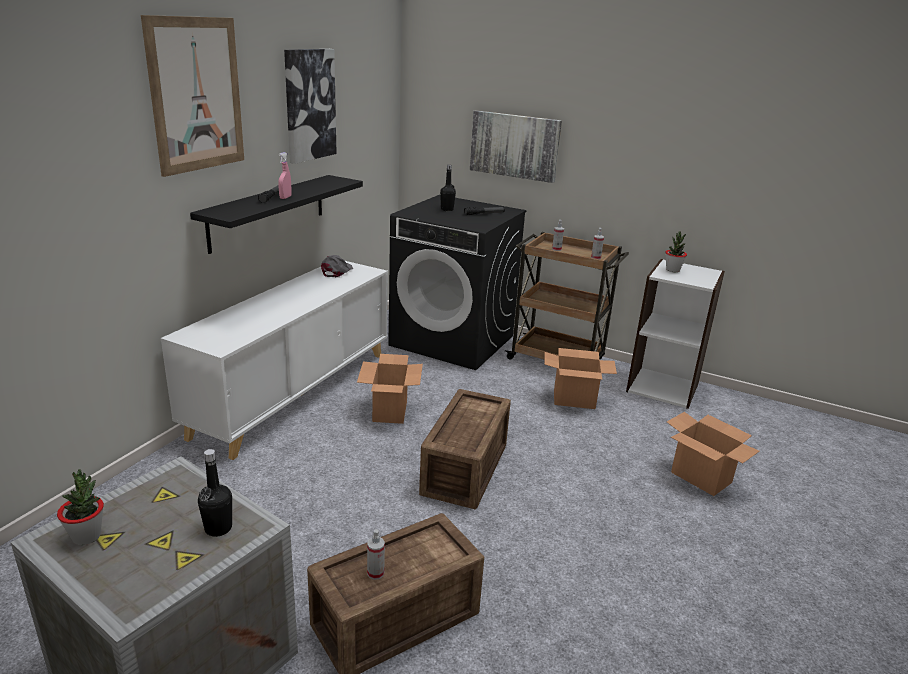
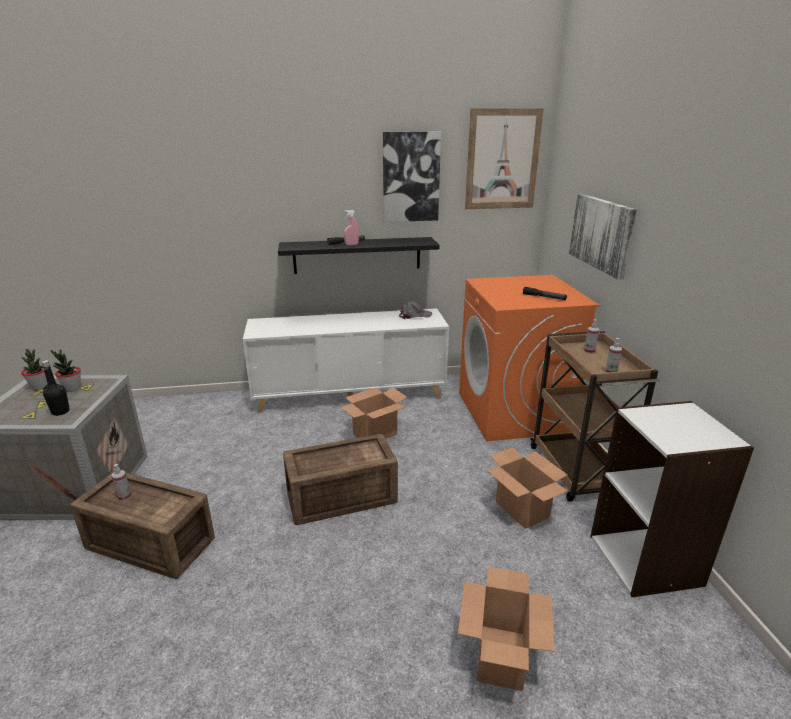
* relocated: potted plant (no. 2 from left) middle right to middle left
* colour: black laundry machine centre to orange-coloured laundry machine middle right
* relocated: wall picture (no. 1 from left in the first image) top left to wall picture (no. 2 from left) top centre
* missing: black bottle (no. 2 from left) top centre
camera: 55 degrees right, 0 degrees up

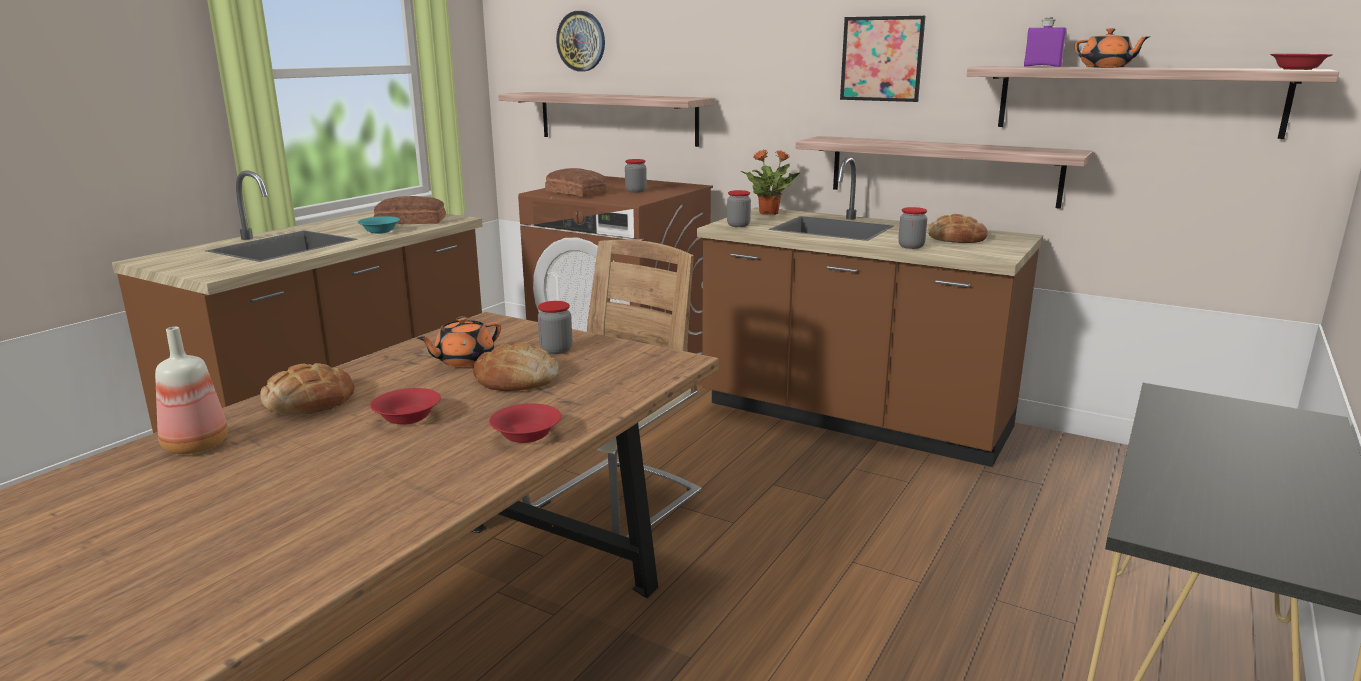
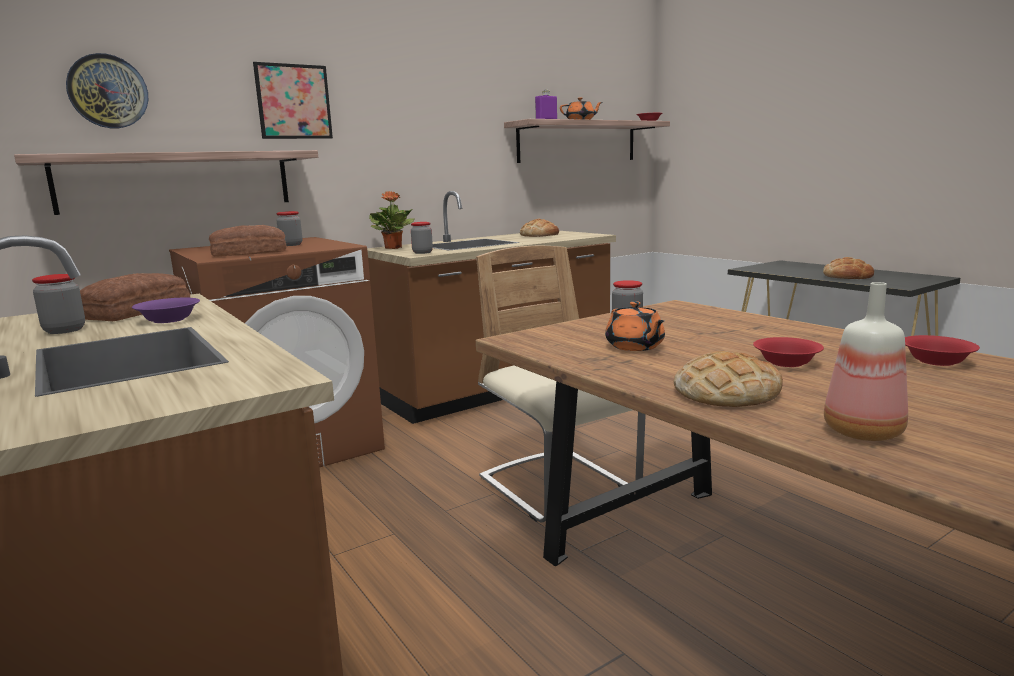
* relocated: jar (no. 4 from left in the first image) middle right to jar (no. 1 from left) middle left
* colour: turquoise bowl top left to purple bowl middle left
* relocated: wall picture top centre to top left
* relocated: bread (no. 3 from left in the first image) centre to bread (no. 5 from left) middle right
* relocated: red bowl (no. 2 from left in the first image) centre to red bowl (no. 3 from left) middle right
* missing: wall shelf (no. 2 from left) top right
camera: 65 degrees left, 5 degrees down

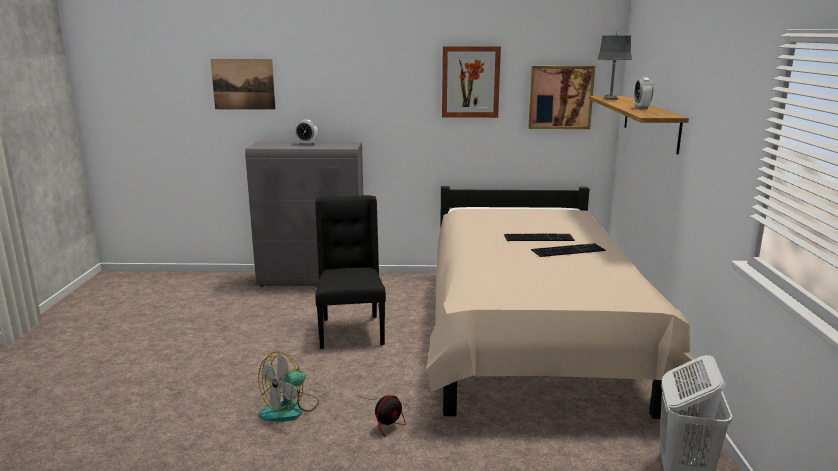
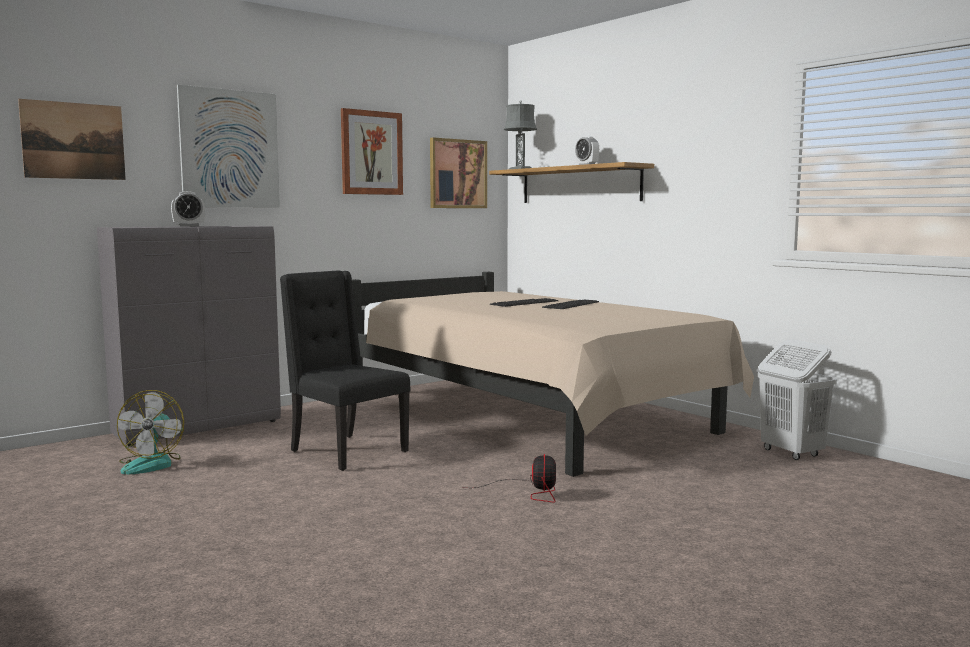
* relocated: cooling fan (no. 1 from left) bottom centre to bottom left
* appeared: wall picture (no. 2 from left) top left
camera: 40 degrees left, 10 degrees down

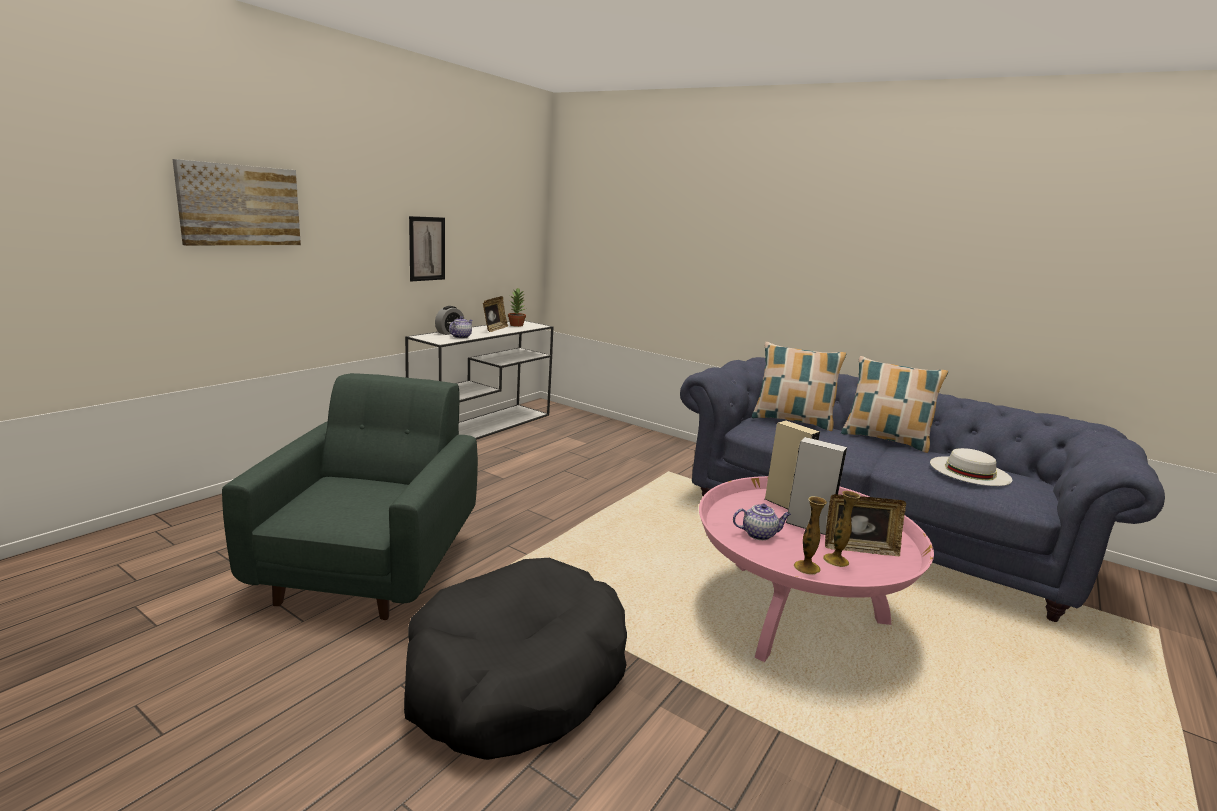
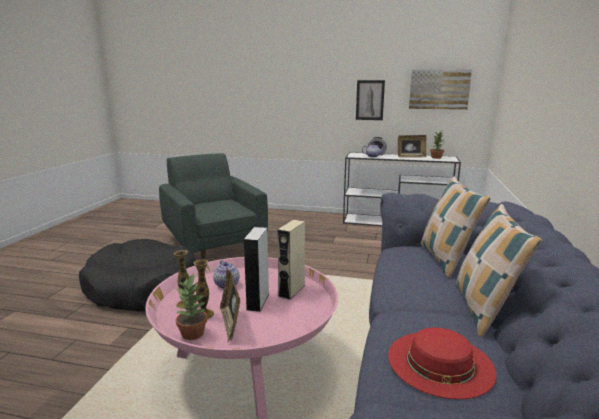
* spun: green lounge chair middle left = centre 105 degrees counterclockwise
* appeared: potted plant (no. 1 from left) bottom left
* colour: whitish clothing hat middle right to red clothing hat bottom right
* relocated: wall picture (no. 1 from left in the first image) top left to wall picture (no. 2 from left) top right
camera: 70 degrees right, 0 degrees up

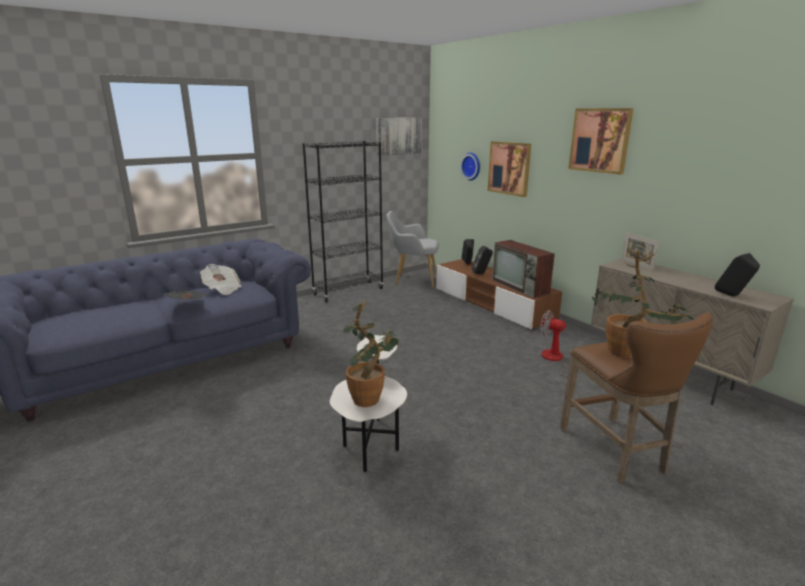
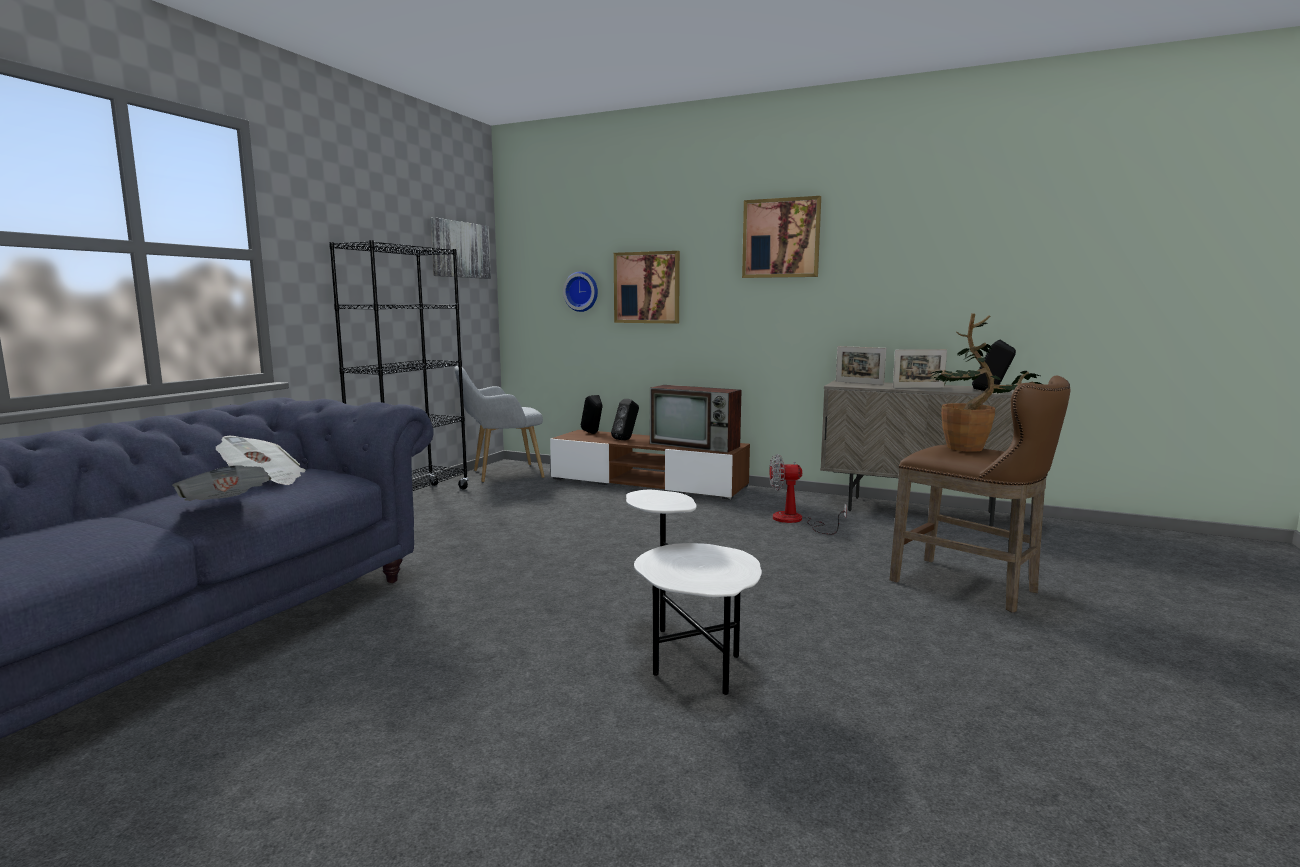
* appeared: picture frame (no. 2 from left) middle right
* missing: potted plant (no. 1 from left) centre
camera: 30 degrees left, 10 degrees down

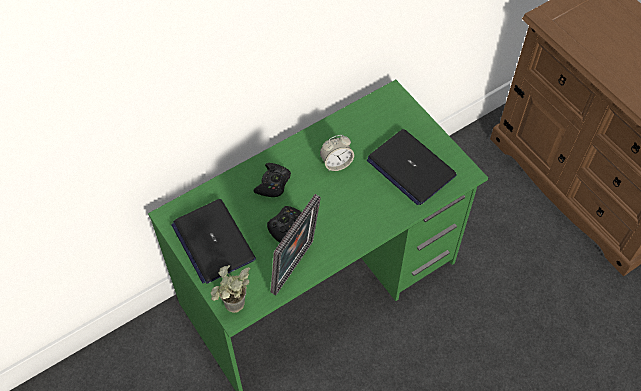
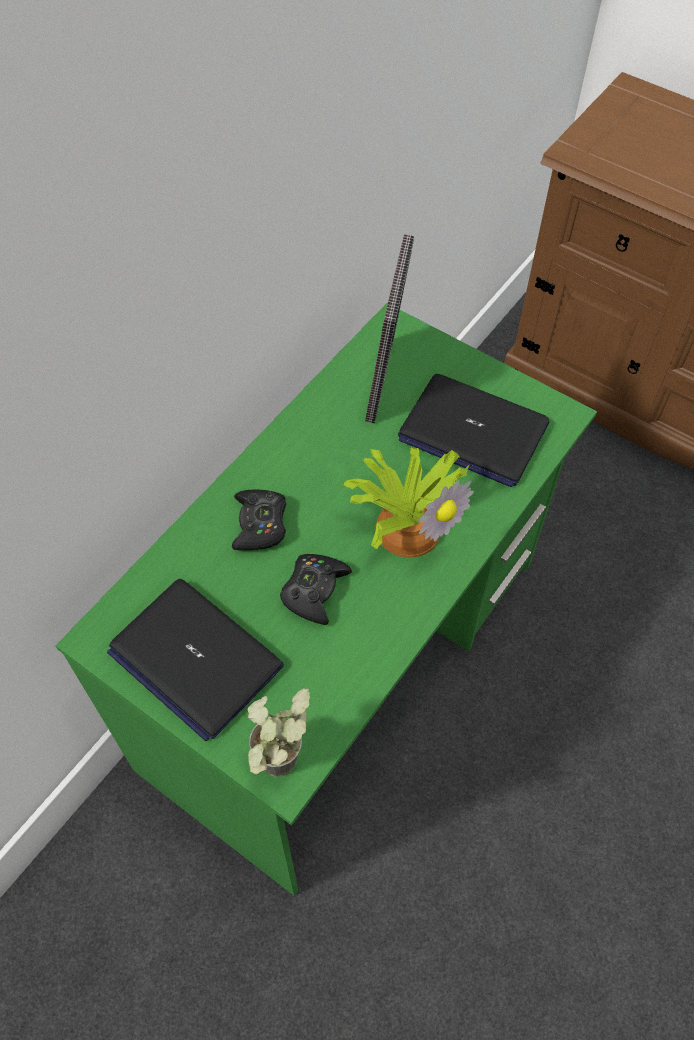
* appeared: potted plant (no. 2 from left) centre
* relocated: picture frame centre to top centre
* missing: bedside clock centre
camera: 20 degrees left, 0 degrees up

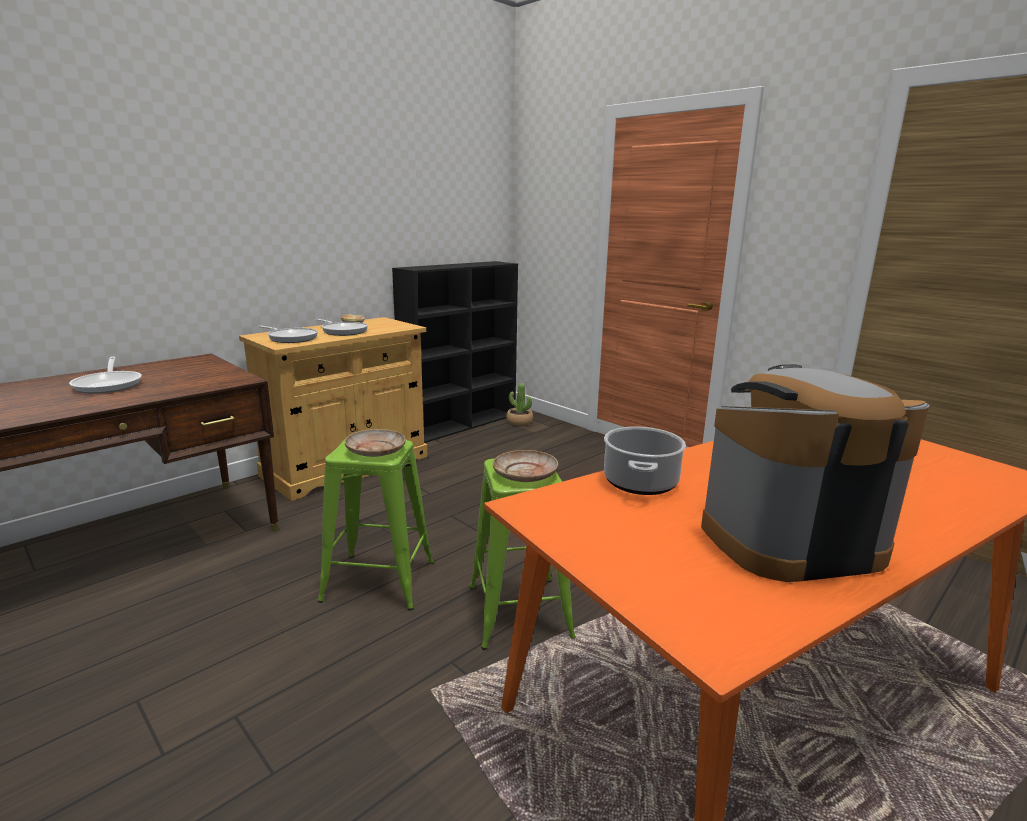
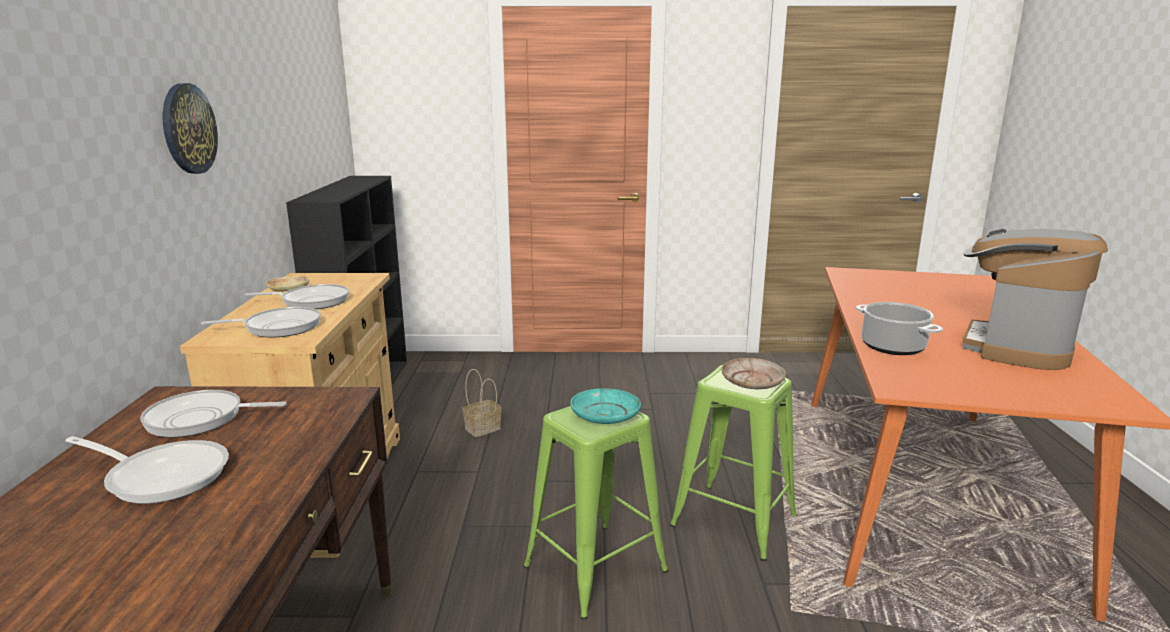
* appeared: pan (no. 2 from left) middle left
* appeared: wall clock top left
* appeared: storage basket centre
* colour: beige plate (no. 1 from left) centre to turquoise plate centre
* missing: potted plant centre
camera: 45 degrees left, 0 degrees up

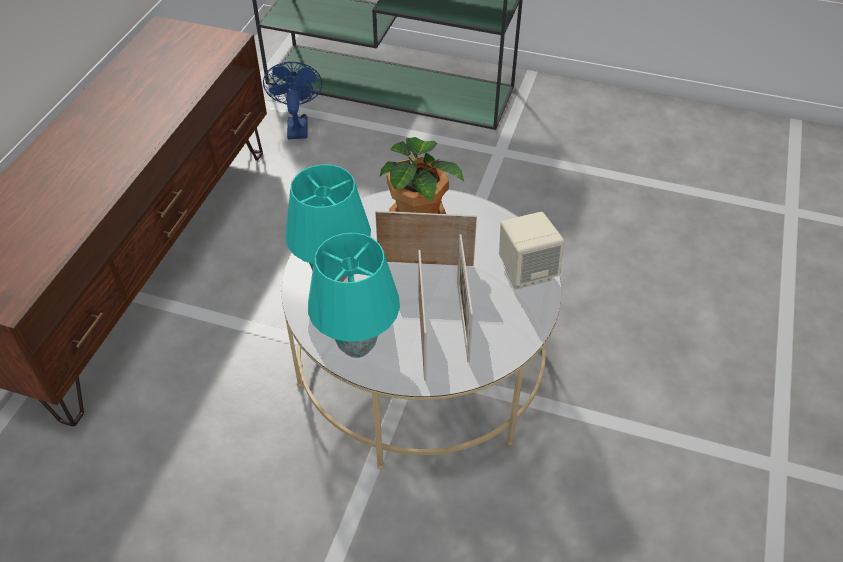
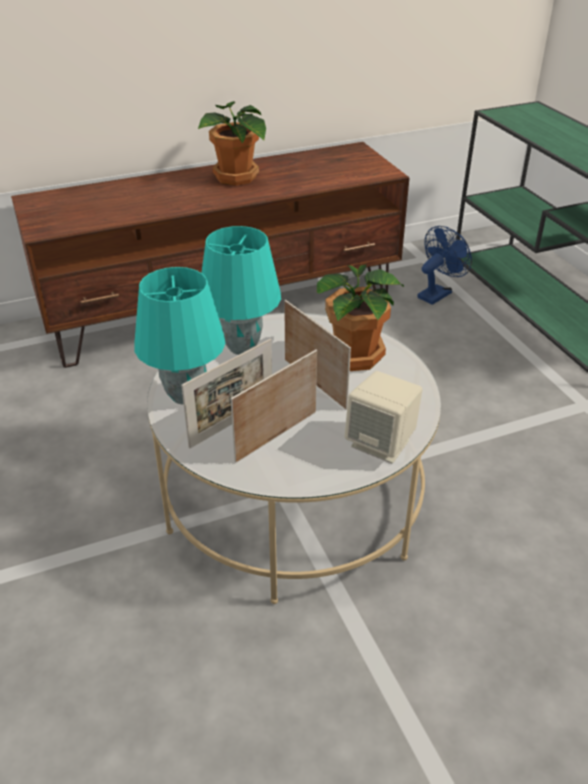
* appeared: potted plant (no. 1 from left) top centre
camera: 50 degrees right, 10 degrees down

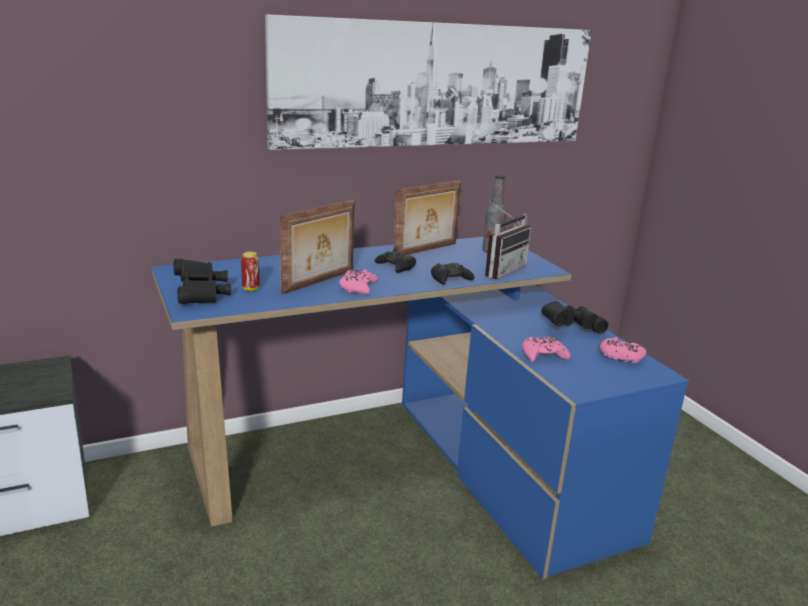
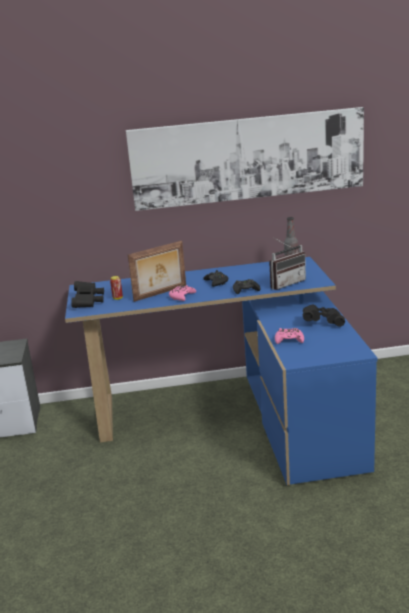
* missing: picture frame (no. 2 from left) centre
* missing: pink gamepad (no. 3 from left) middle right
camera: 20 degrees right, 0 degrees up

